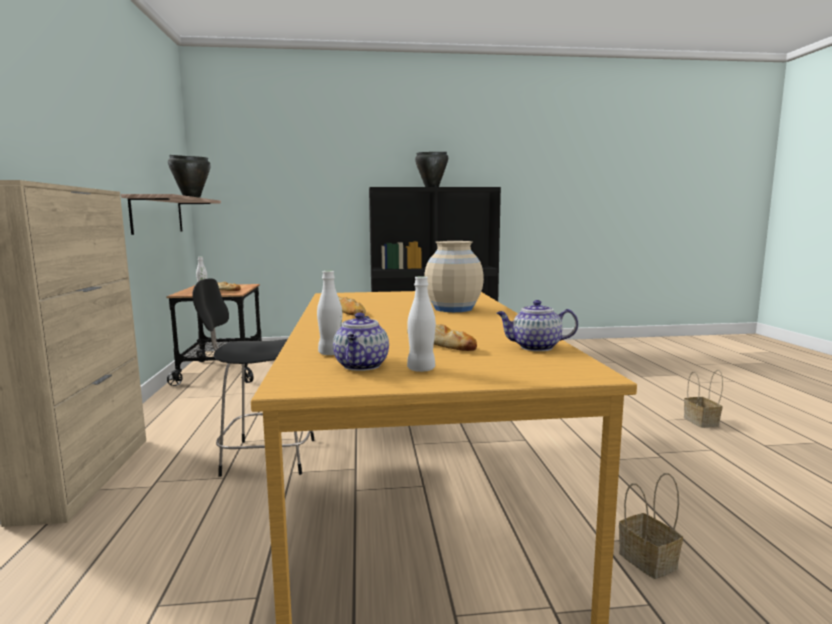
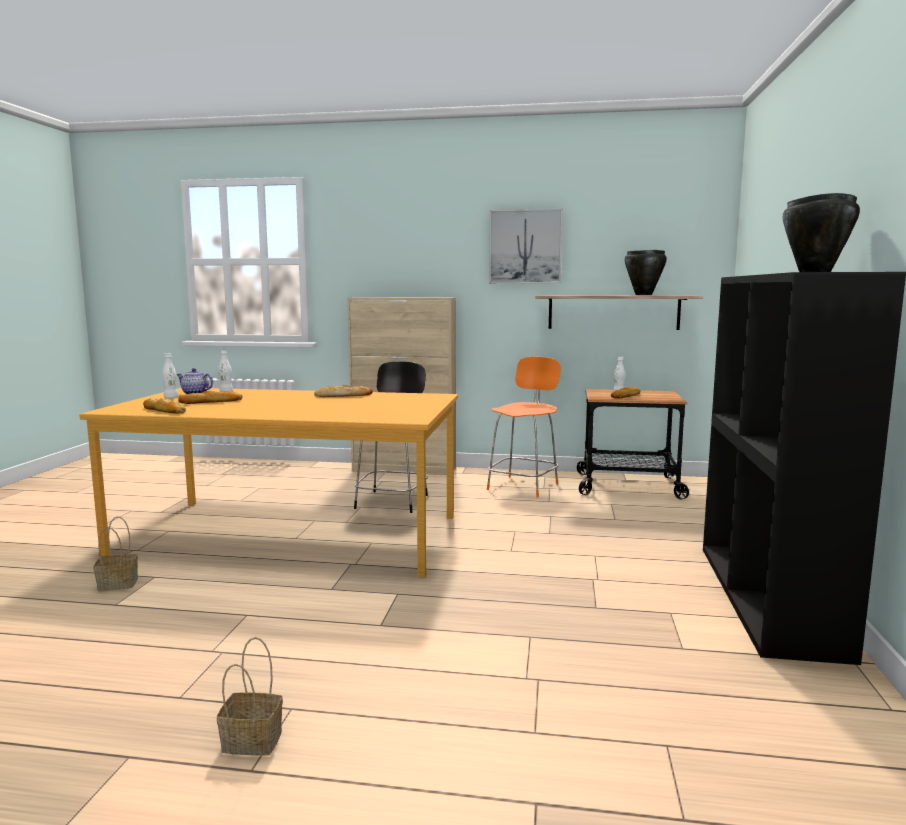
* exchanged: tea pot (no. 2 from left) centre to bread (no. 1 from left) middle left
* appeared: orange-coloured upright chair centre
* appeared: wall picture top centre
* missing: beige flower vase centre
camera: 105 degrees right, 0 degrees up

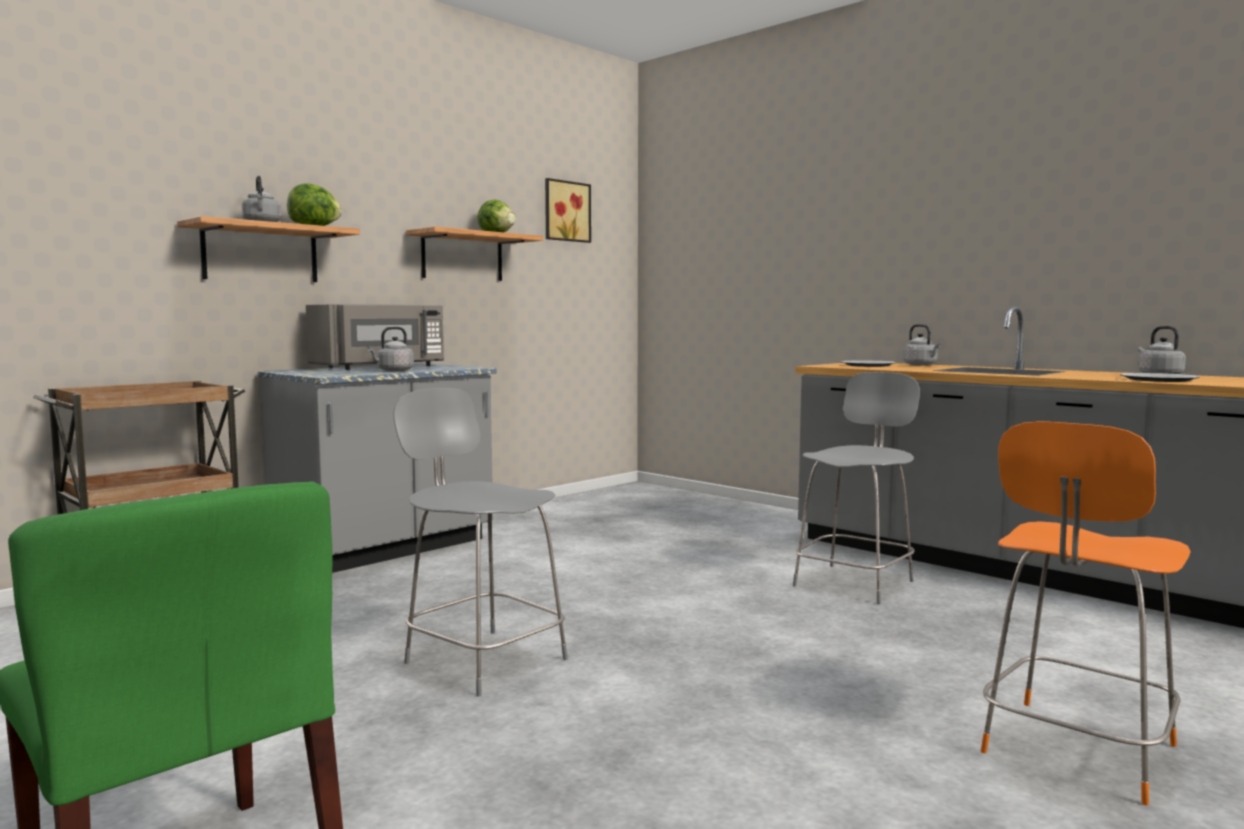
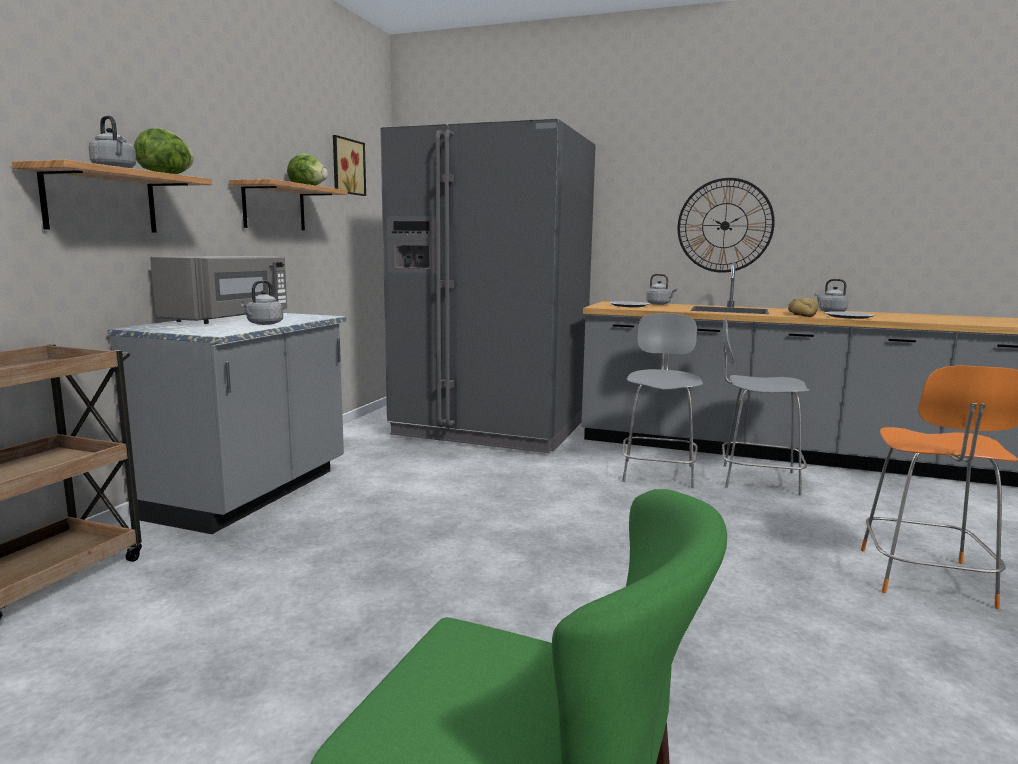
* appeared: gray refrigerator centre
* appeared: wall clock top right
* relocated: gray sitting stool (no. 1 from left in the first image) centre to gray sitting stool (no. 2 from left) middle right
* appeared: bread middle right
camera: 25 degrees left, 5 degrees up

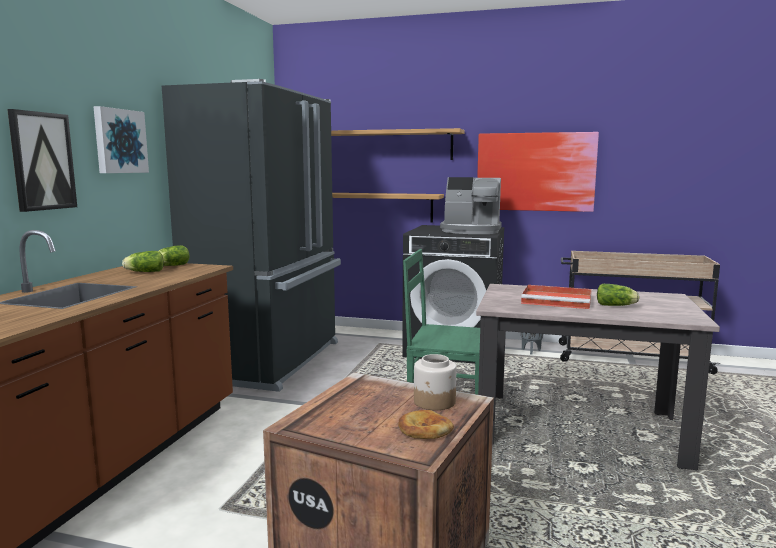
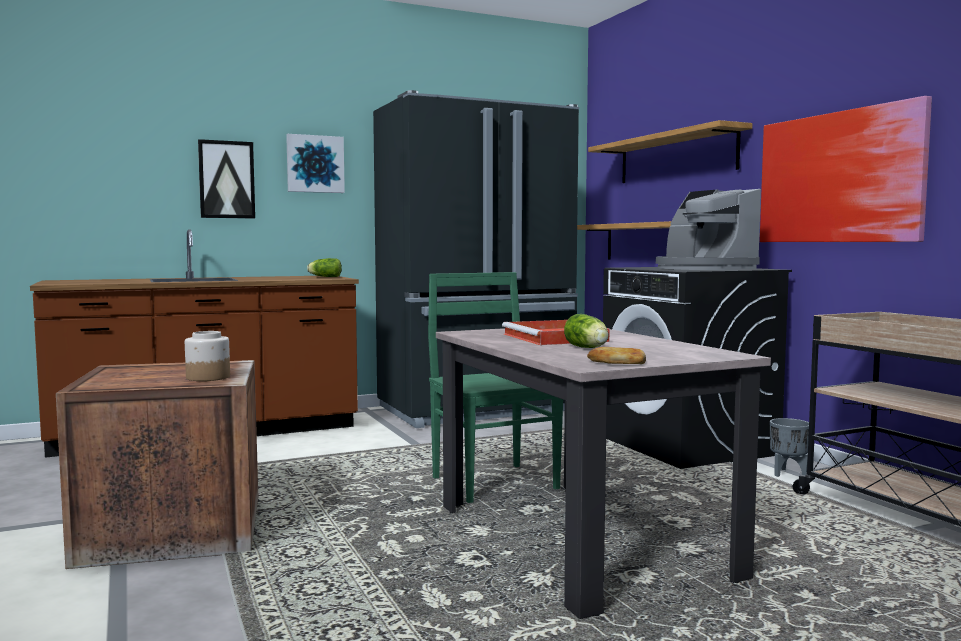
* relocated: bread bottom centre to centre
* missing: lettuce head (no. 1 from left) middle left
camera: 50 degrees right, 5 degrees down

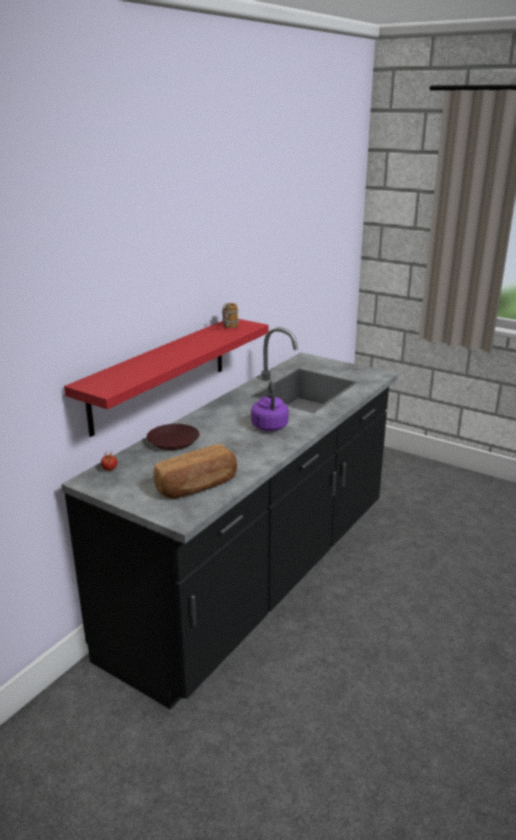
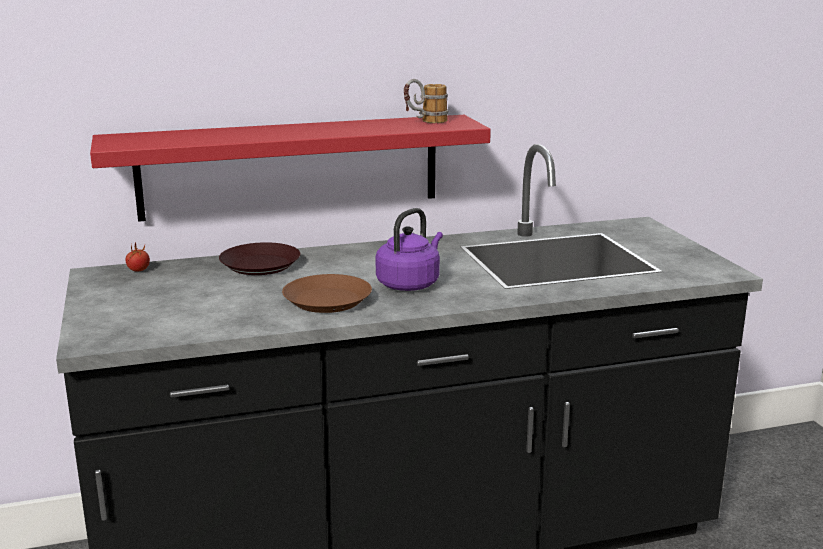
* appeared: brown plate (no. 2 from left) centre
* missing: bread centre
camera: 40 degrees right, 5 degrees down

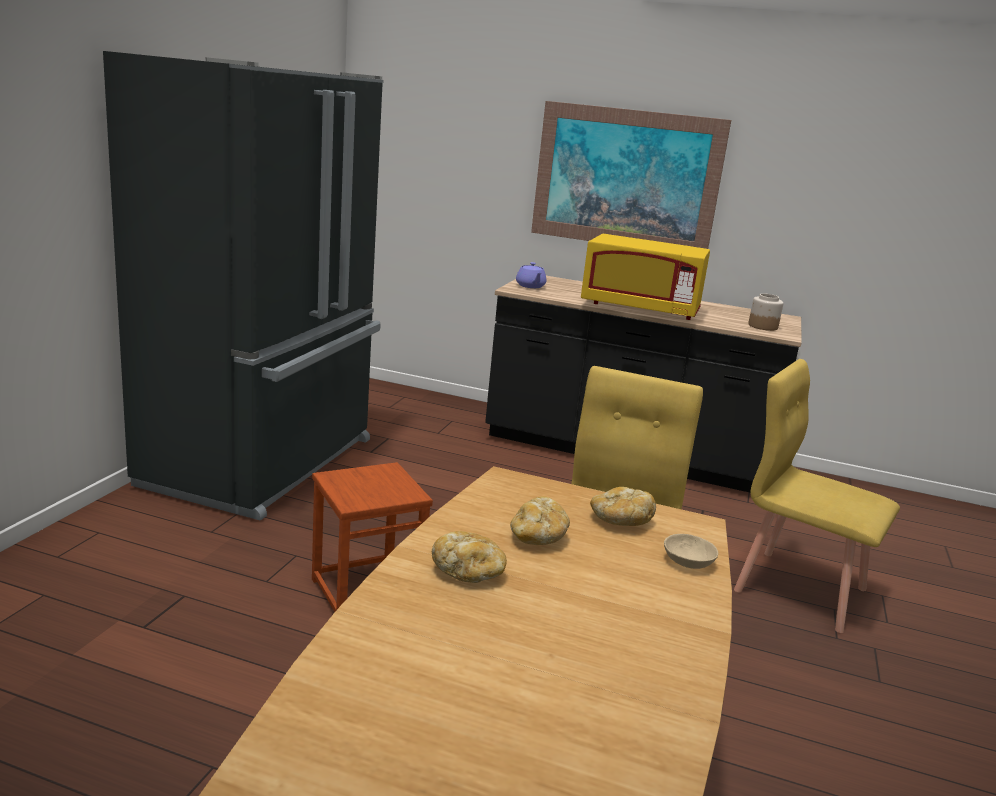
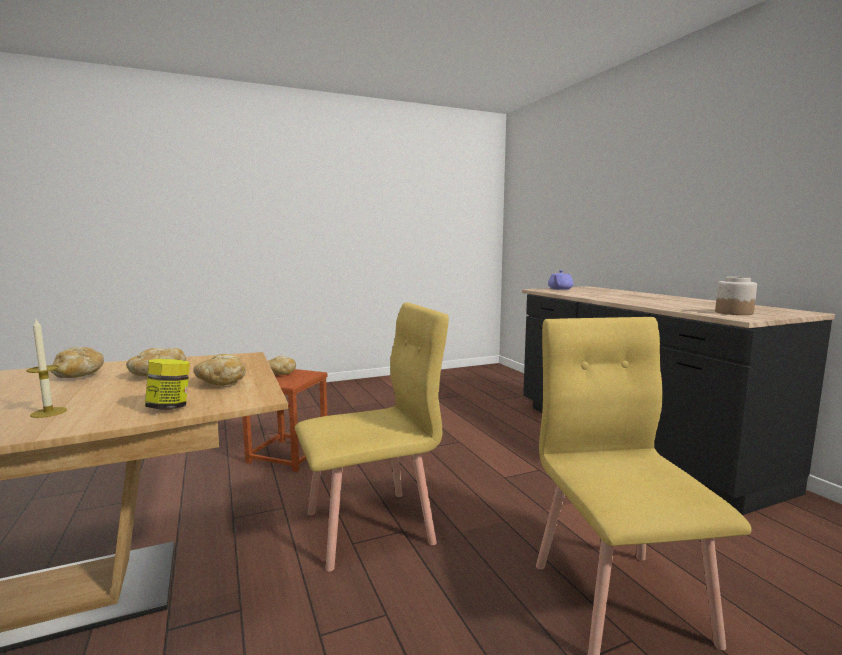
* appeared: candle middle left
* exchanged: beige bowl bottom right to jar (no. 1 from left) middle left
* appeared: bread (no. 4 from left) centre
* missing: black refrigerator middle left
* missing: wall picture top centre
* missing: yellow-coloured microwave centre
camera: 50 degrees right, 10 degrees down

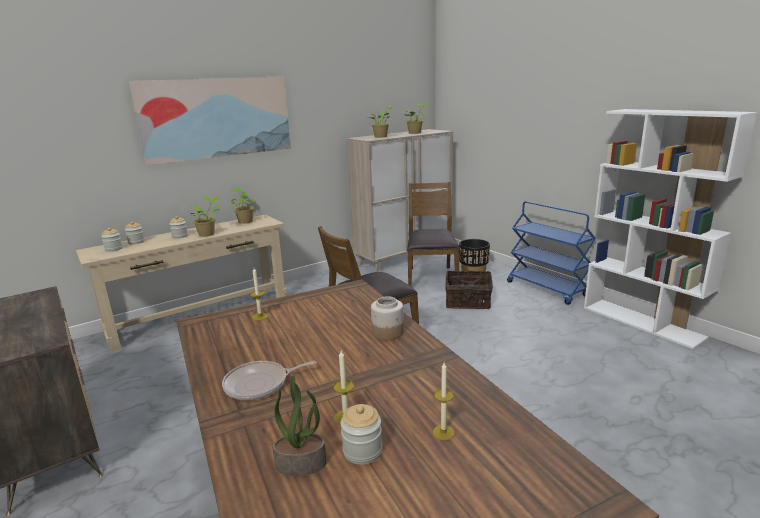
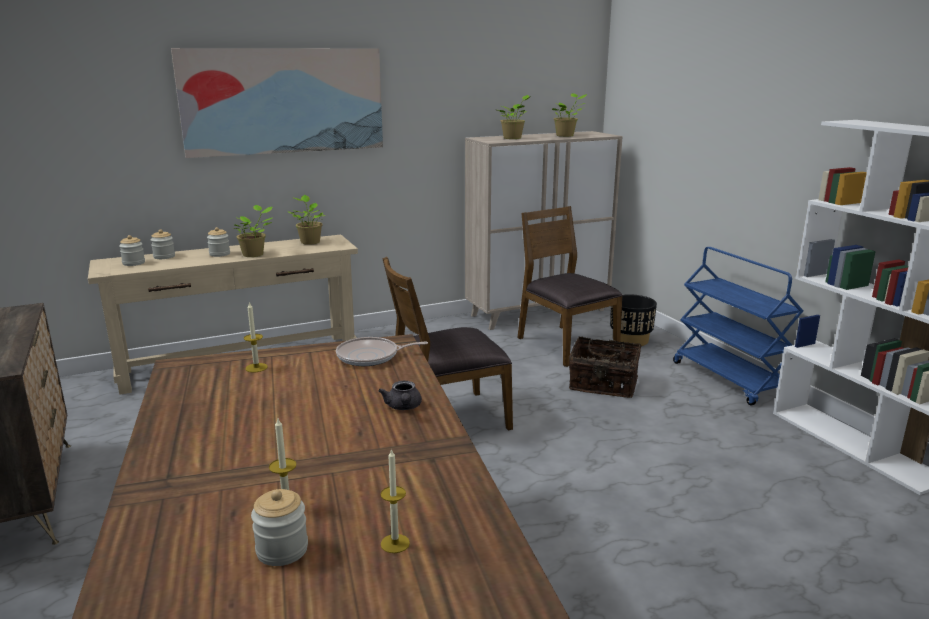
* relocated: pan bottom centre to centre
* exchanged: jar (no. 5 from left) centre to gray tea pot centre
* spun: brown upright chair (no. 2 from left) centre = centre 45 degrees counterclockwise
* missing: potted plant (no. 3 from left) bottom centre
camera: 10 degrees right, 0 degrees up

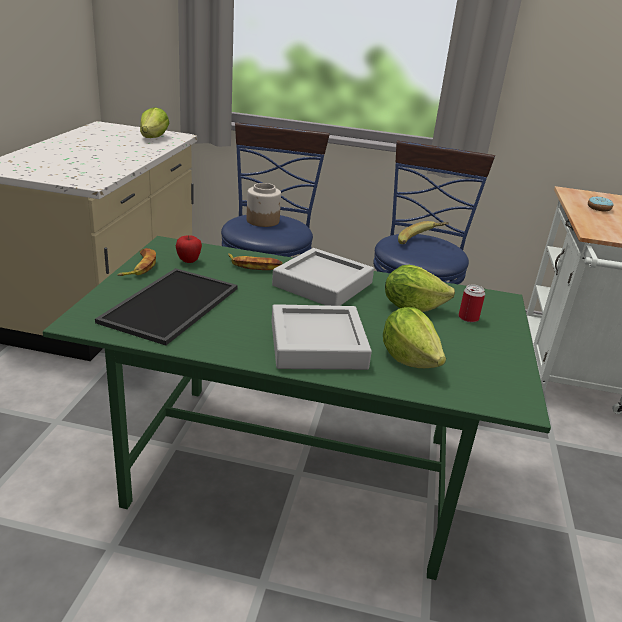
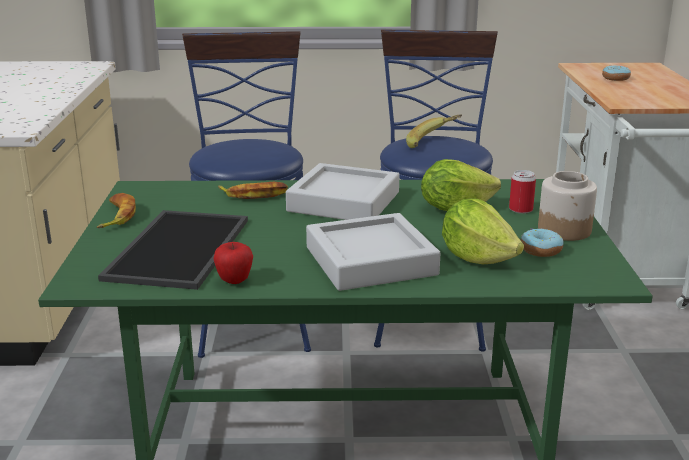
* relocated: whole apple middle left to centre
* appeared: donut (no. 1 from left) middle right
* relocated: jar top centre to middle right
* missing: lettuce head (no. 1 from left) top left
camera: 10 degrees left, 5 degrees down

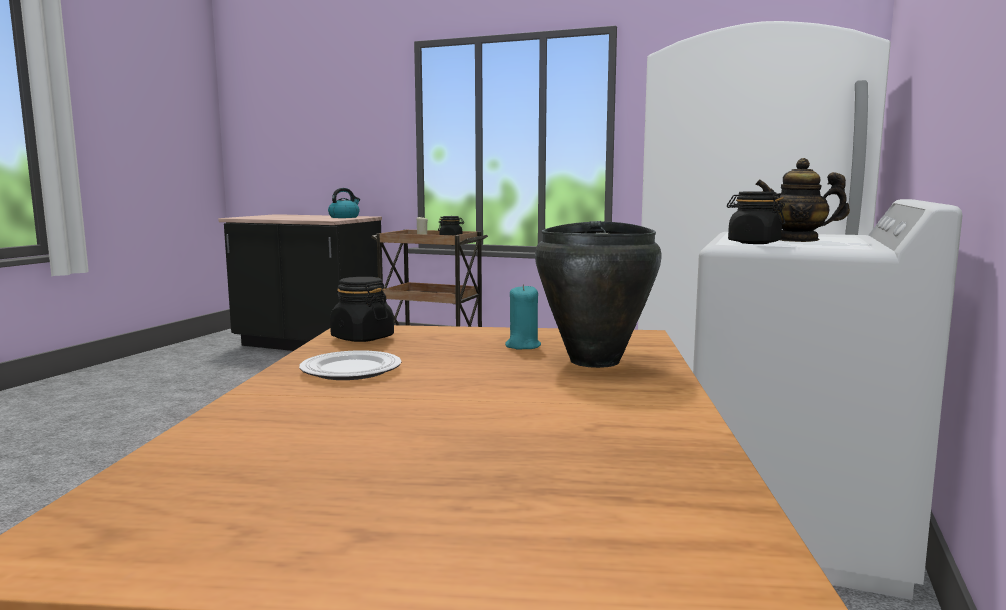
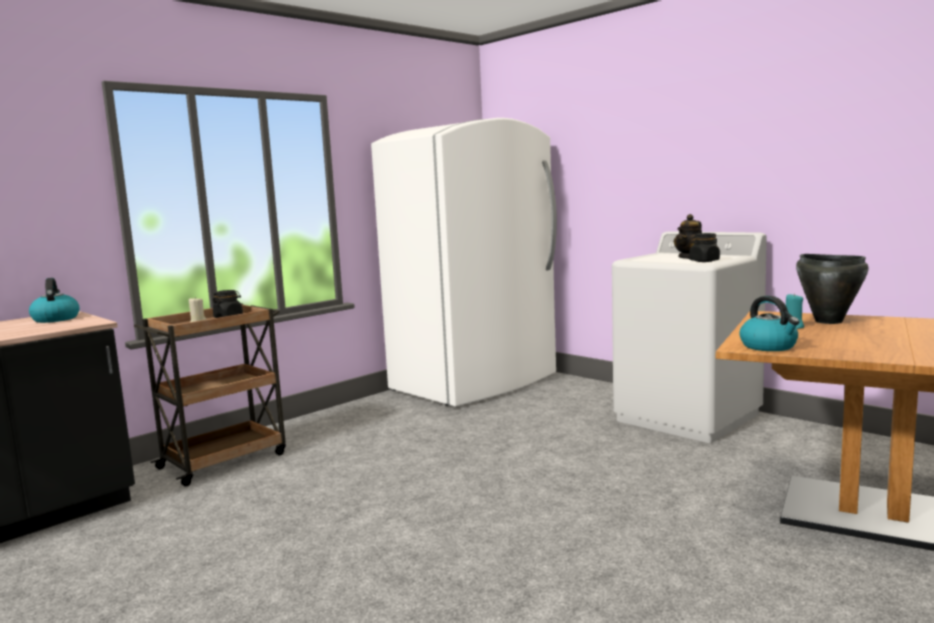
* exchanged: black jar (no. 1 from left) centre to kettle (no. 2 from left) middle right
* missing: plate centre
camera: 65 degrees left, 0 degrees up

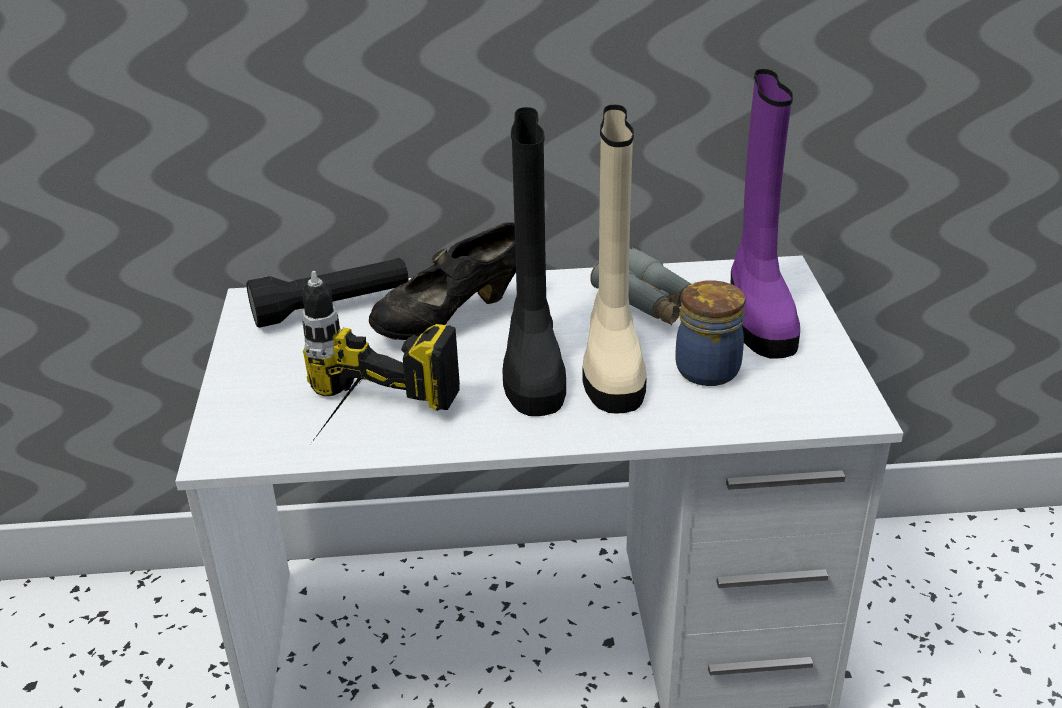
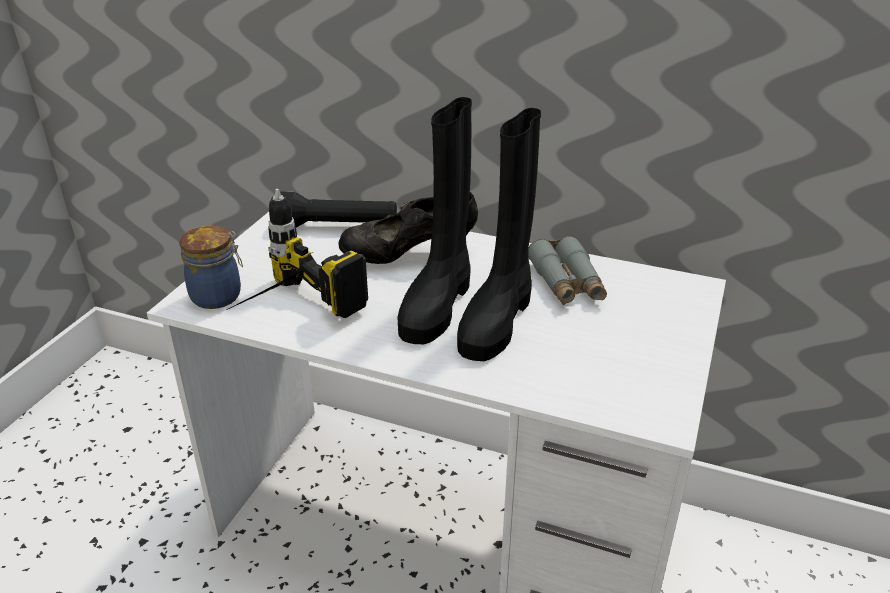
* relocated: jar middle right to middle left
* colour: beige tall boot centre to black tall boot (no. 2 from left) centre
* missing: purple tall boot top right
camera: 25 degrees right, 0 degrees up

